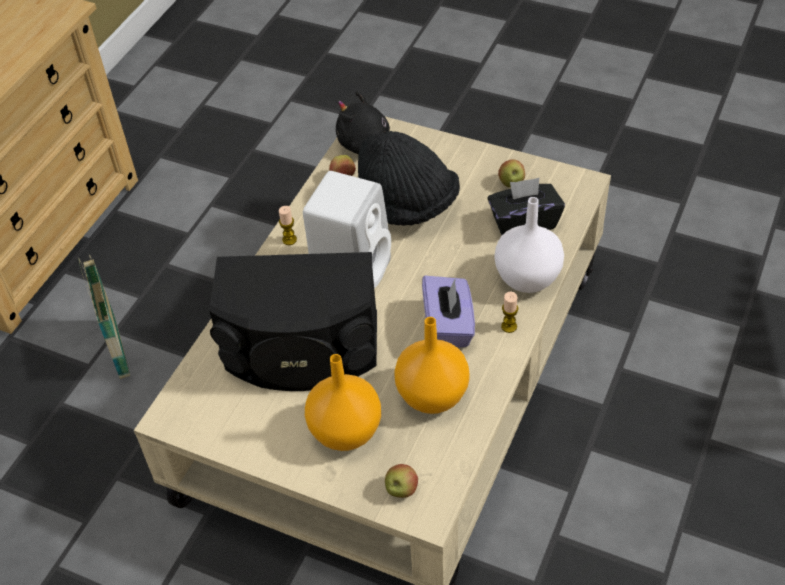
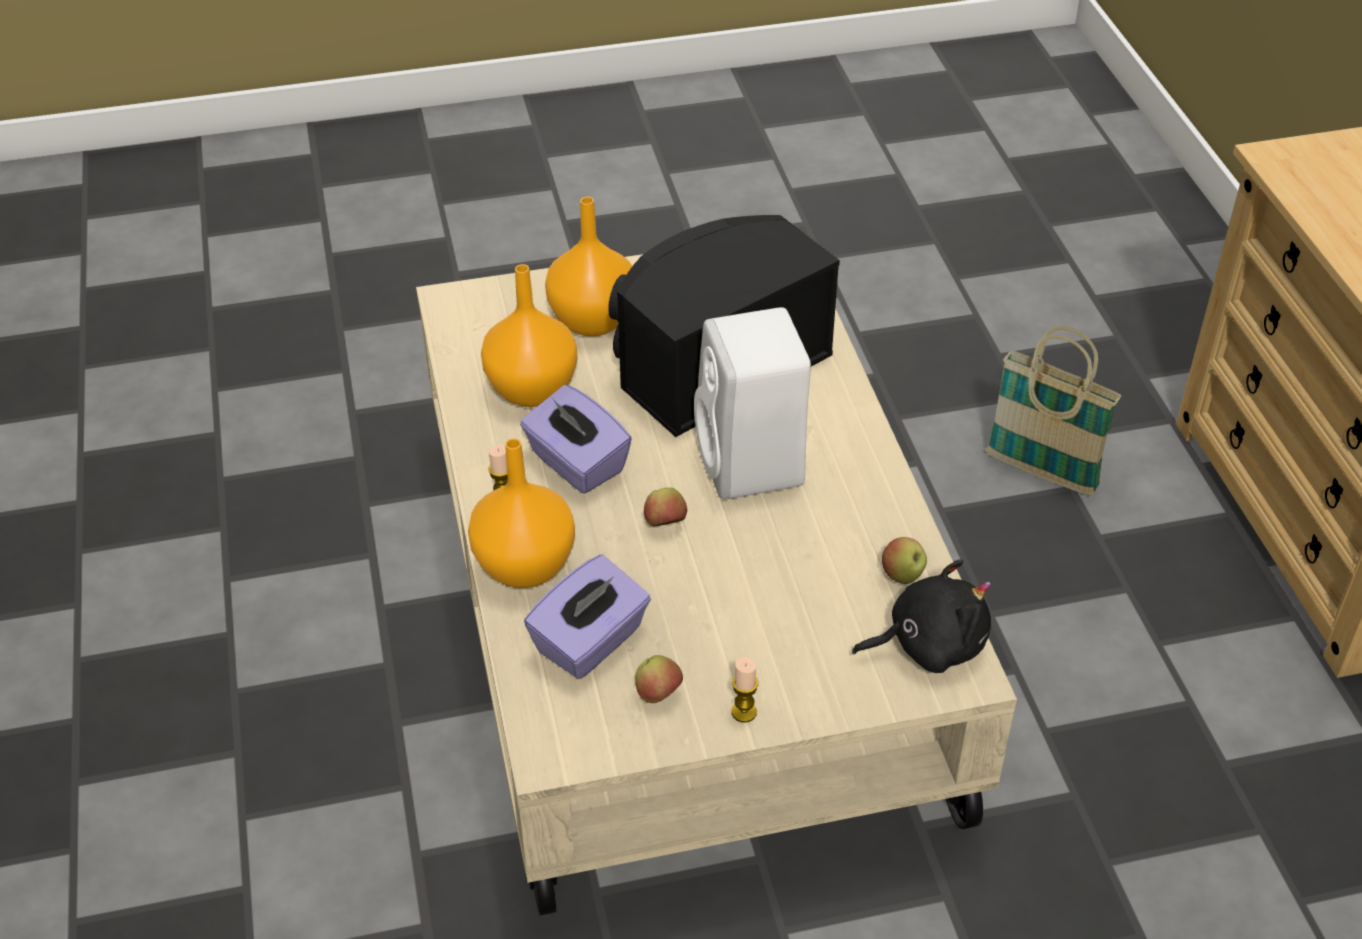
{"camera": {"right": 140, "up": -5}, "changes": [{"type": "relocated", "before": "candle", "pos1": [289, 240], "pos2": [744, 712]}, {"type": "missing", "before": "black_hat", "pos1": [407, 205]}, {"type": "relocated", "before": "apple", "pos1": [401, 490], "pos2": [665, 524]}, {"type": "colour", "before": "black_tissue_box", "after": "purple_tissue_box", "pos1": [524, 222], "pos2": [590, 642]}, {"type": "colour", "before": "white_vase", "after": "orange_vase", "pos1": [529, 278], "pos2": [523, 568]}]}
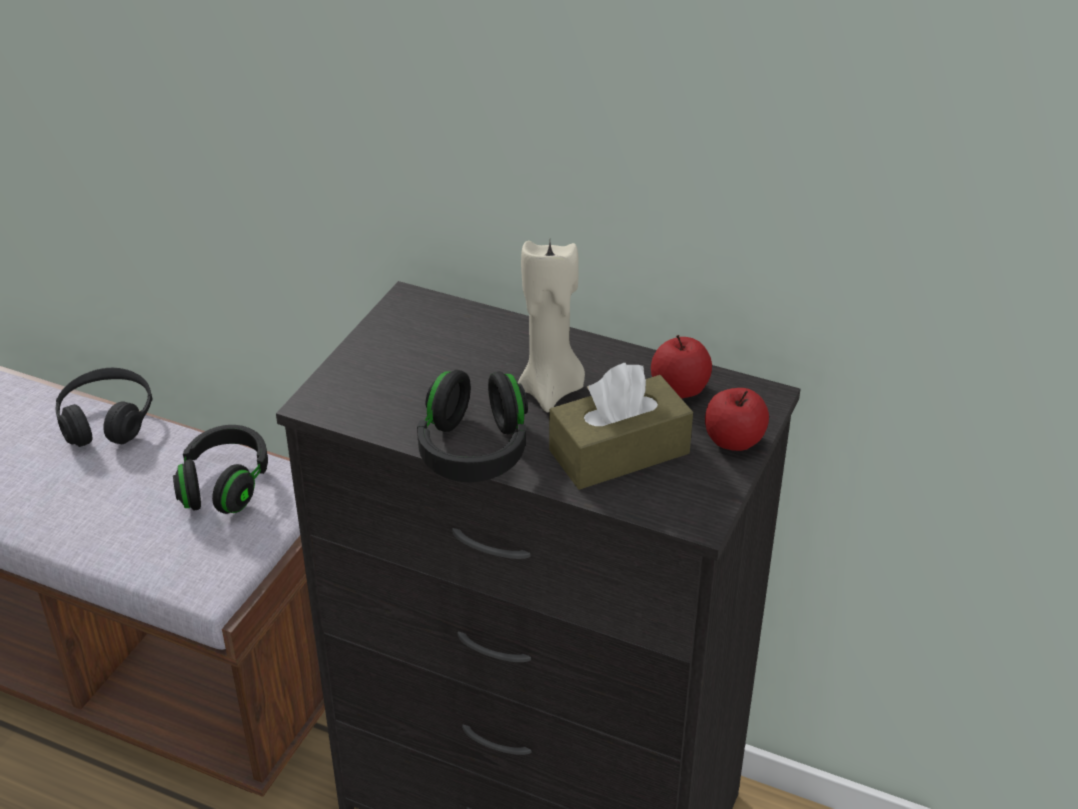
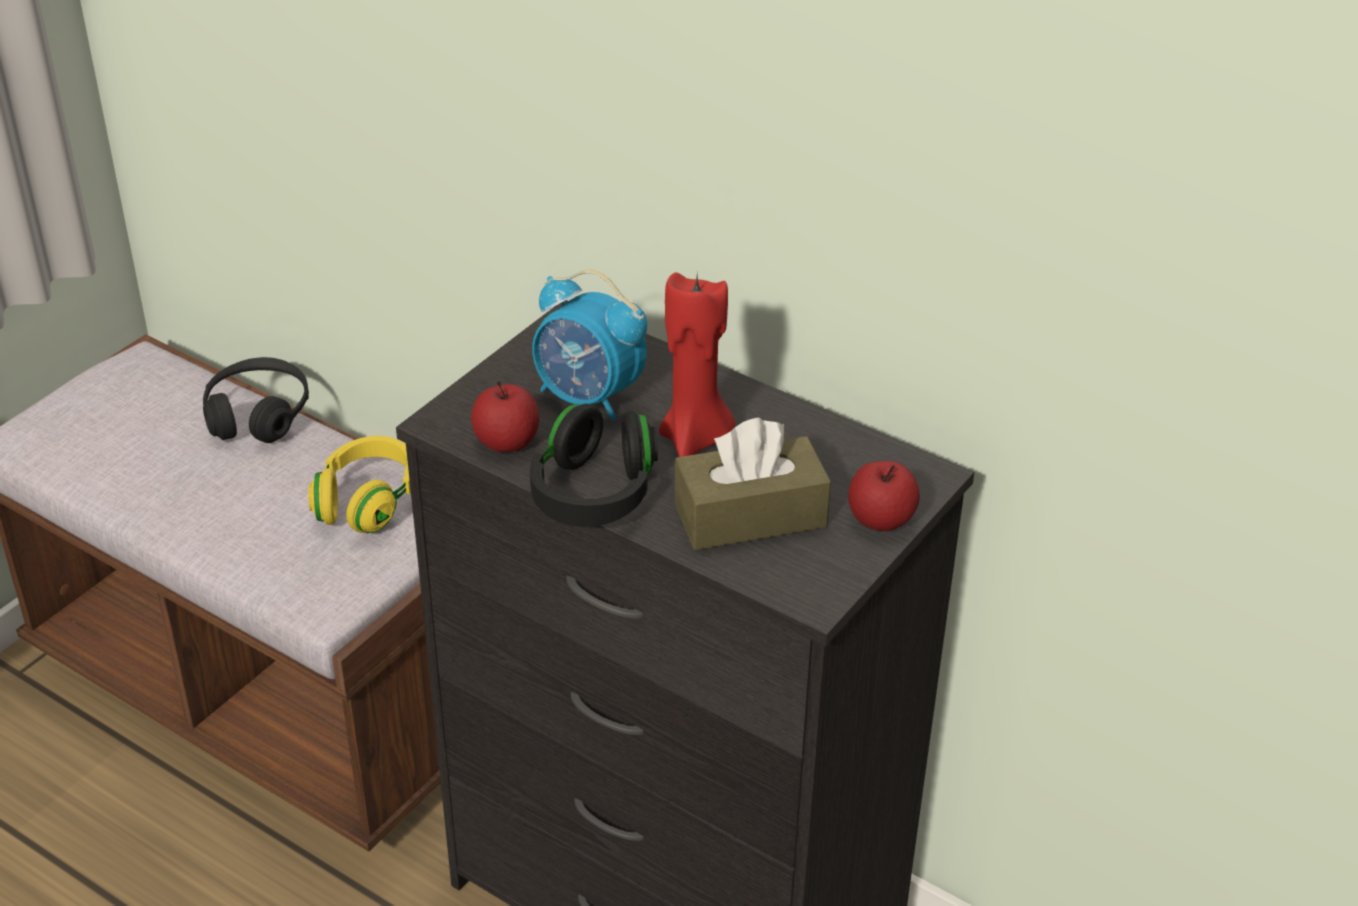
{"camera": {"right": 10, "up": 0}, "changes": [{"type": "colour", "before": "black_headphones", "after": "yellow_headphones", "pos1": [225, 485], "pos2": [367, 502]}, {"type": "colour", "before": "beige_candle", "after": "red_candle", "pos1": [551, 390], "pos2": [696, 439]}, {"type": "relocated", "before": "apple", "pos1": [679, 389], "pos2": [506, 442]}, {"type": "appeared", "after": "alarm_clock", "pos2": [589, 397]}]}
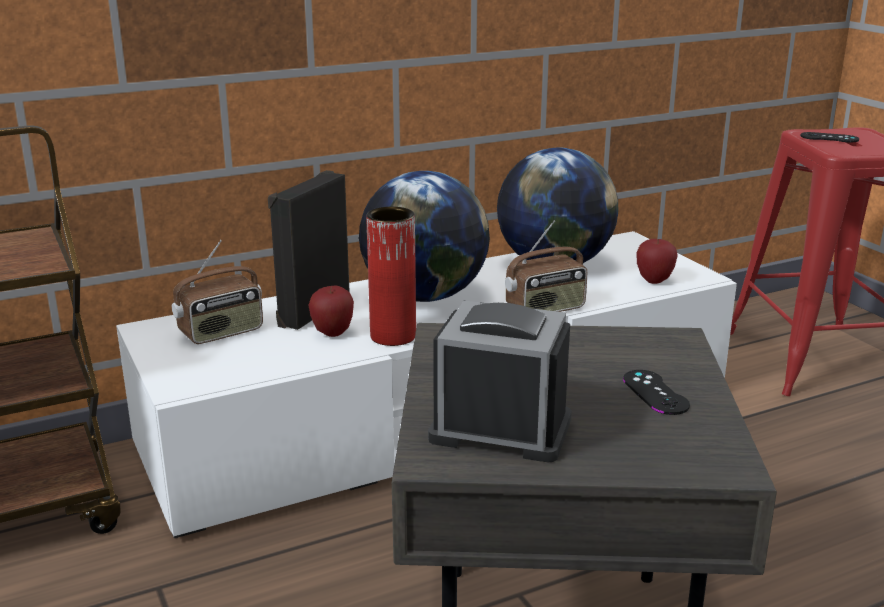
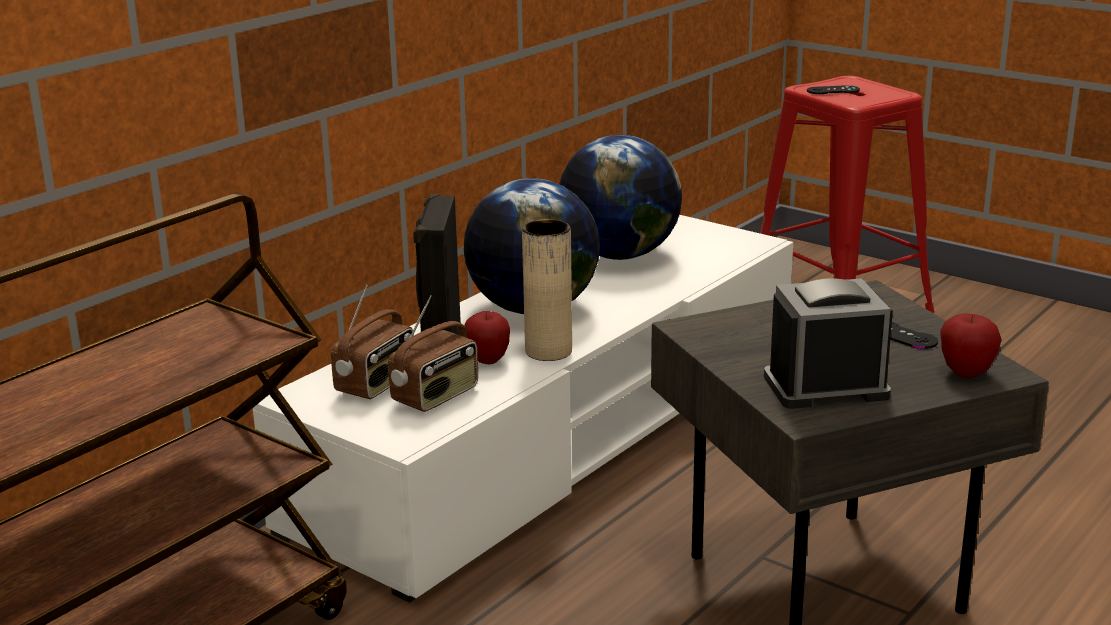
{"camera": {"right": -25, "up": 0}, "changes": [{"type": "colour", "before": "red_vase", "after": "beige_vase", "pos1": [393, 336], "pos2": [548, 351]}, {"type": "relocated", "before": "radio", "pos1": [545, 309], "pos2": [436, 396]}, {"type": "relocated", "before": "apple", "pos1": [654, 280], "pos2": [966, 373]}]}
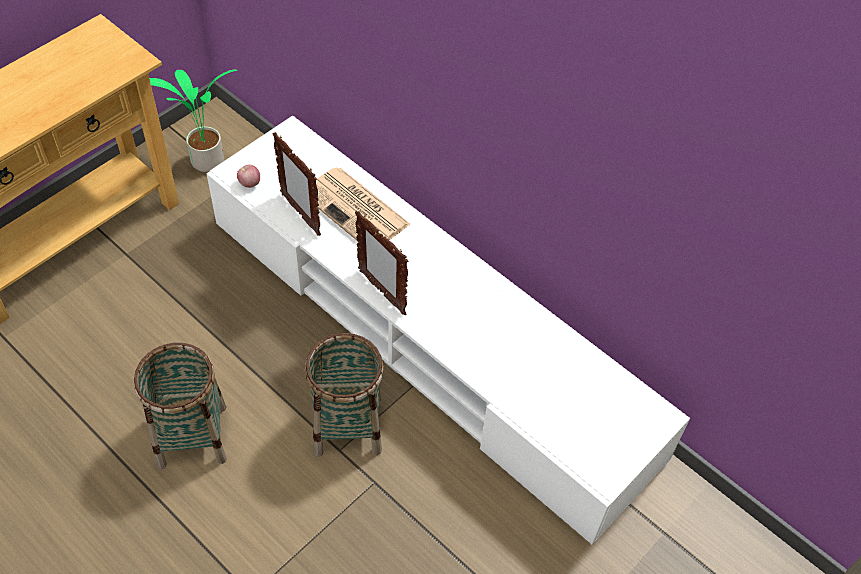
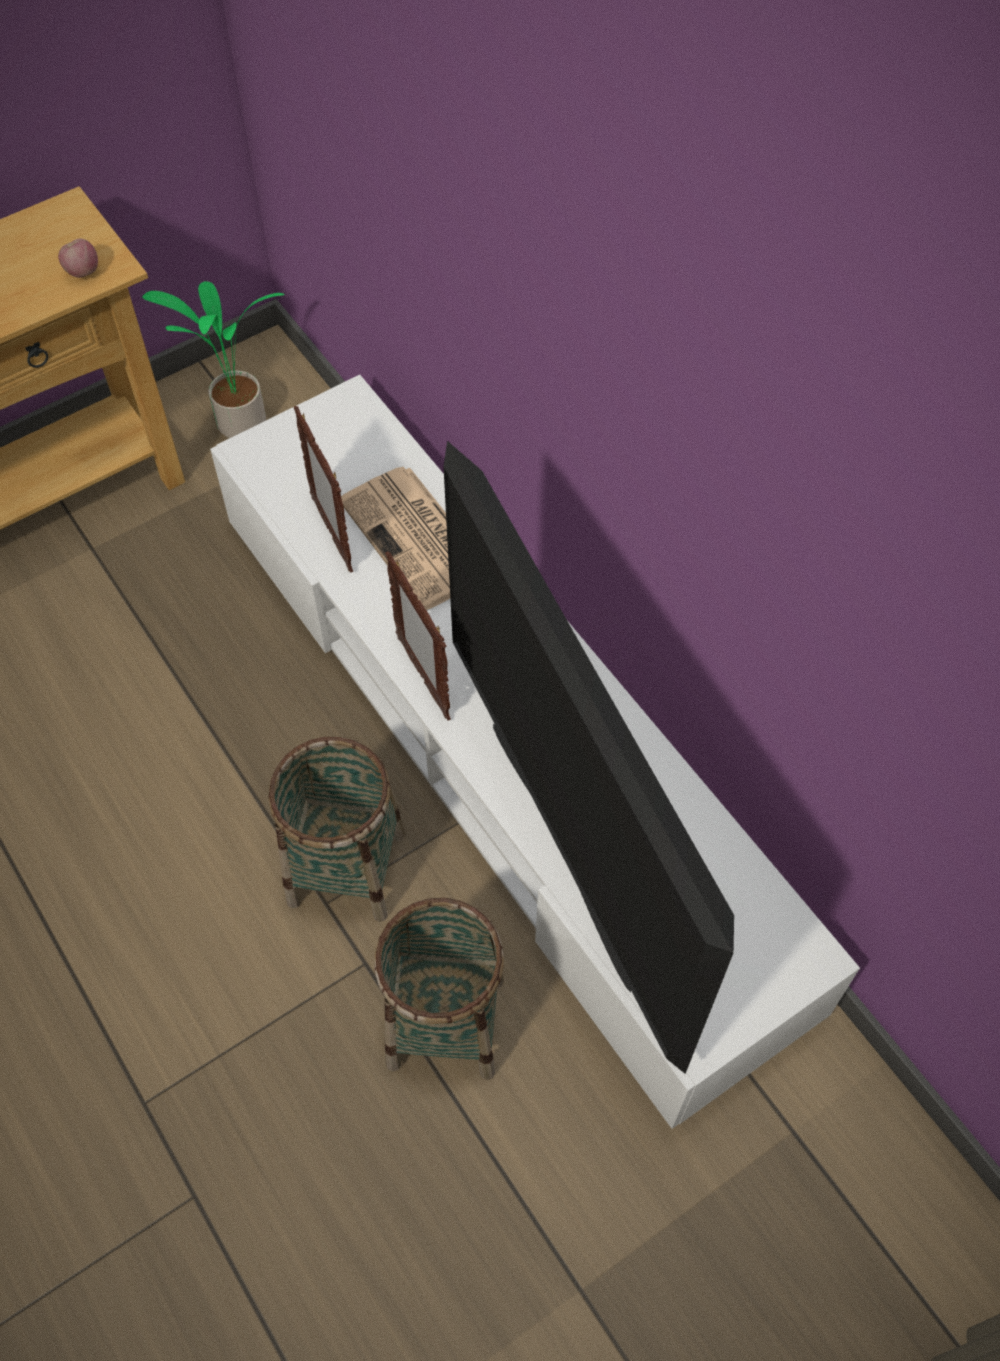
{"camera": {"right": 15, "up": 5}, "changes": [{"type": "relocated", "before": "basket", "pos1": [192, 436], "pos2": [446, 1022]}, {"type": "relocated", "before": "apple", "pos1": [249, 183], "pos2": [82, 272]}, {"type": "appeared", "after": "television", "pos2": [563, 849]}]}
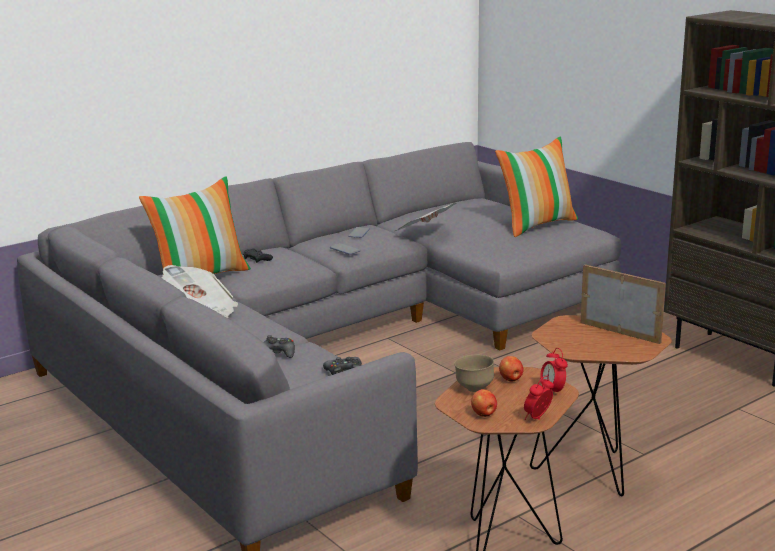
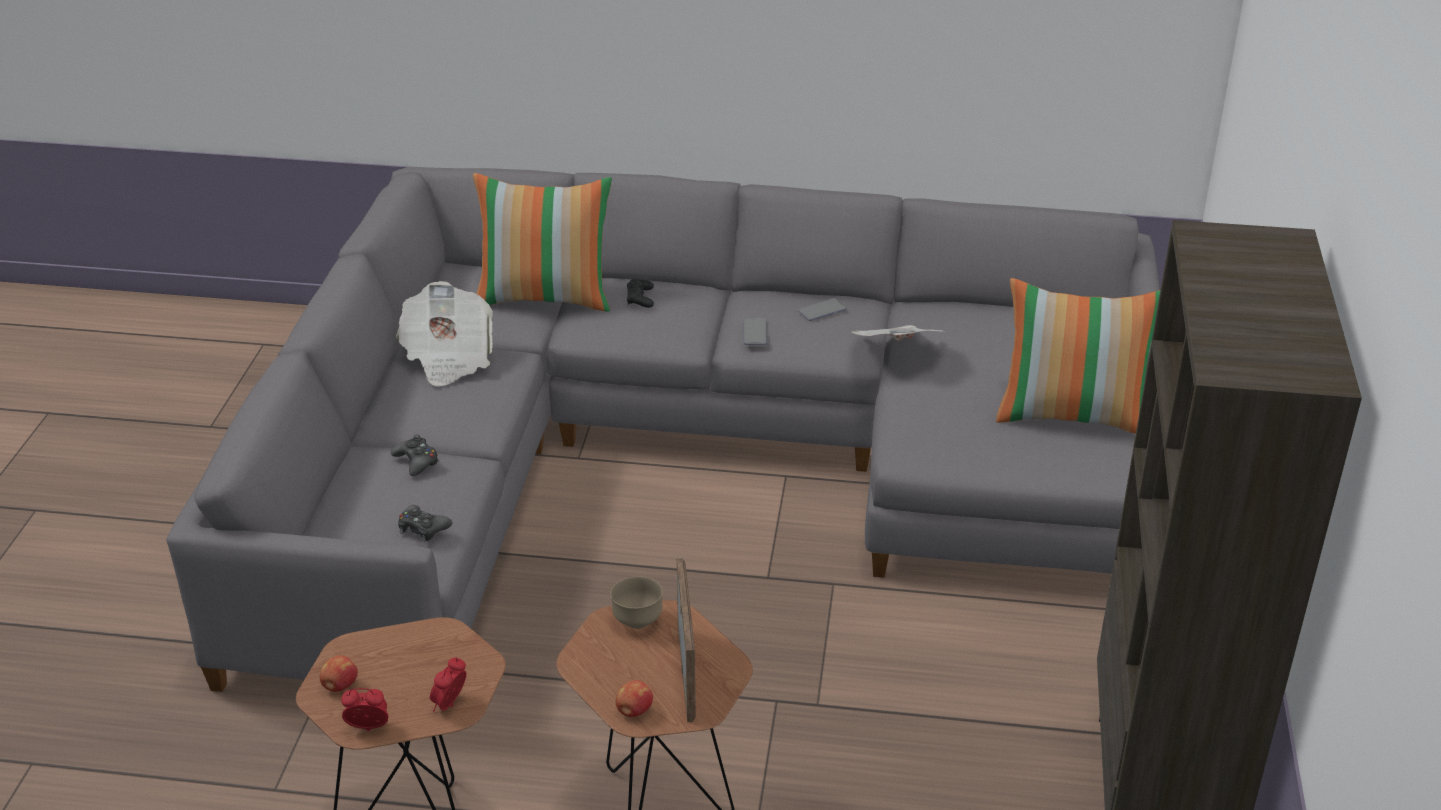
{"camera": {"right": 45, "up": 15}, "changes": [{"type": "relocated", "before": "brown_bowl", "pos1": [474, 389], "pos2": [637, 621]}, {"type": "relocated", "before": "apple", "pos1": [511, 379], "pos2": [634, 711]}]}
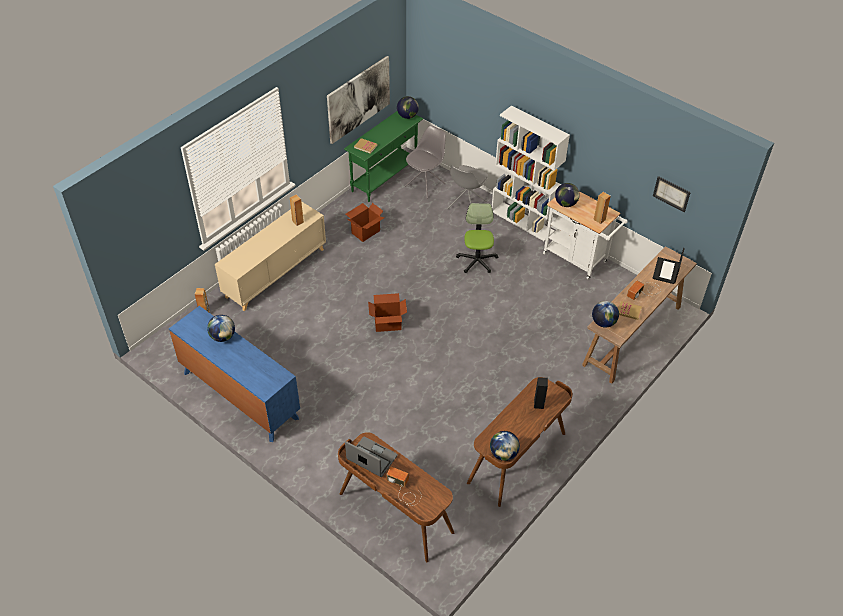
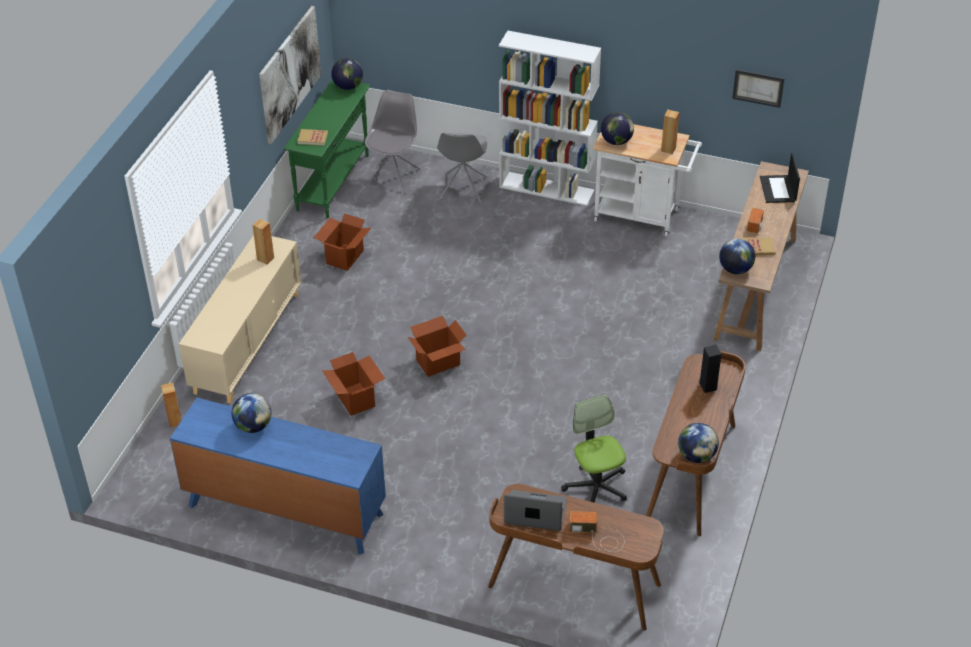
{"camera": {"right": -20, "up": -5}, "changes": [{"type": "relocated", "before": "office_chair", "pos1": [477, 261], "pos2": [596, 487]}, {"type": "appeared", "after": "cardboard_box", "pos2": [355, 399]}]}
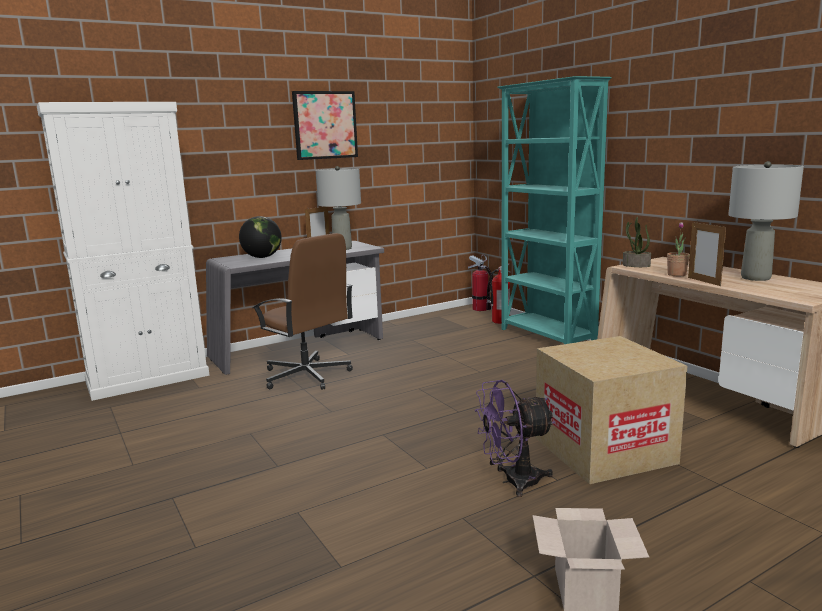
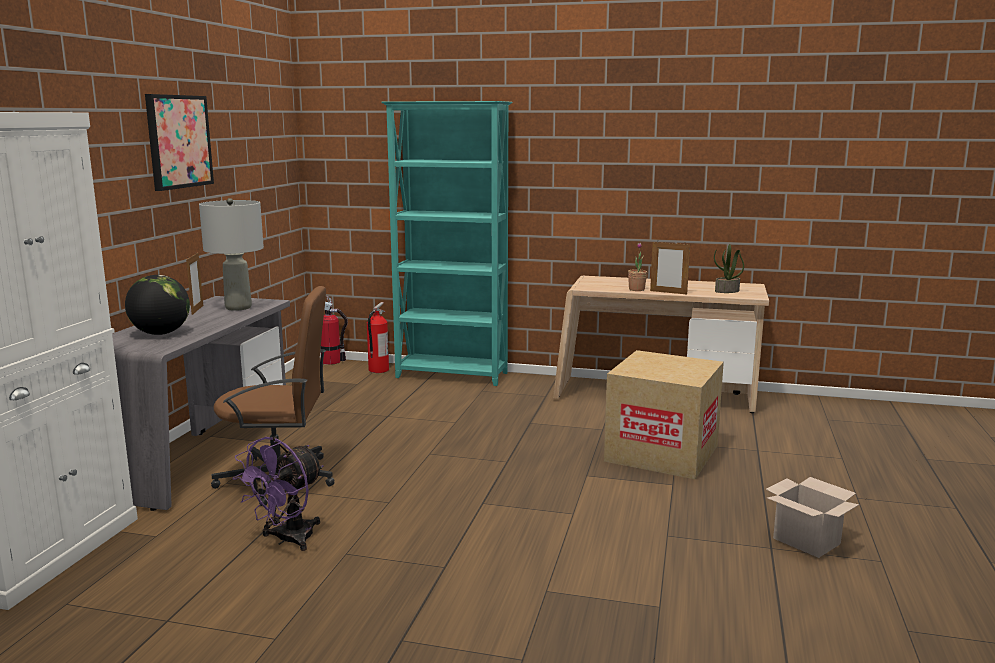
{"camera": {"right": -45, "up": 0}, "changes": [{"type": "relocated", "before": "purple_fan", "pos1": [513, 481], "pos2": [287, 540]}, {"type": "relocated", "before": "potted_plant", "pos1": [635, 265], "pos2": [727, 291]}, {"type": "missing", "before": "grey_table_lamp", "pos1": [755, 277]}]}
